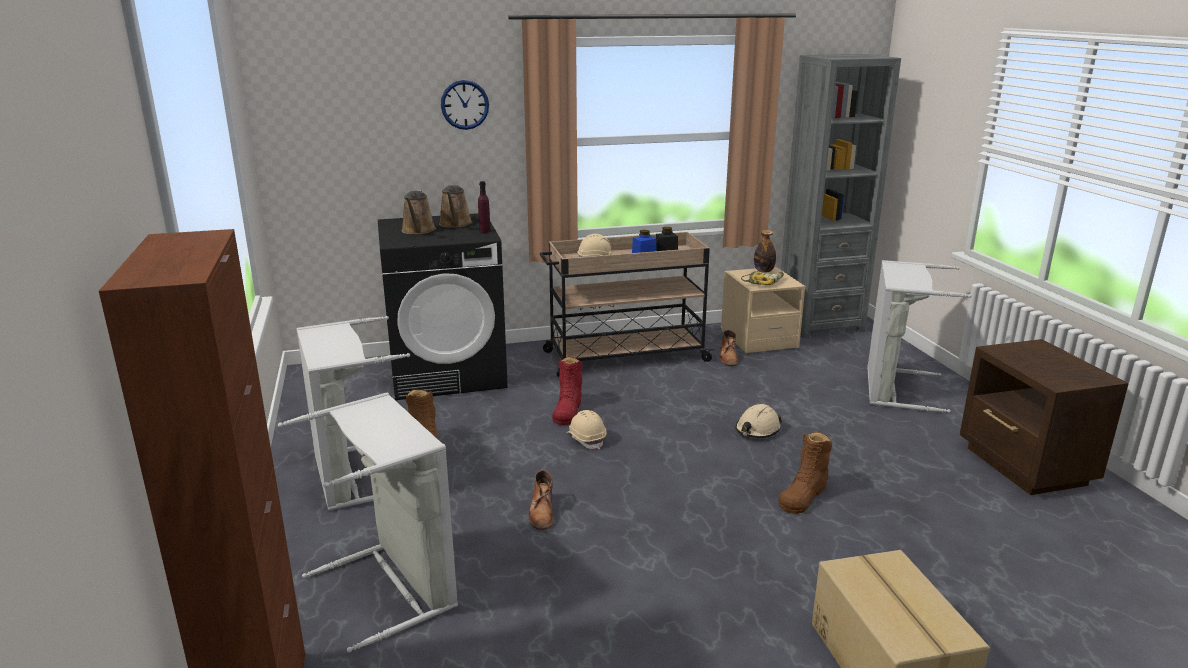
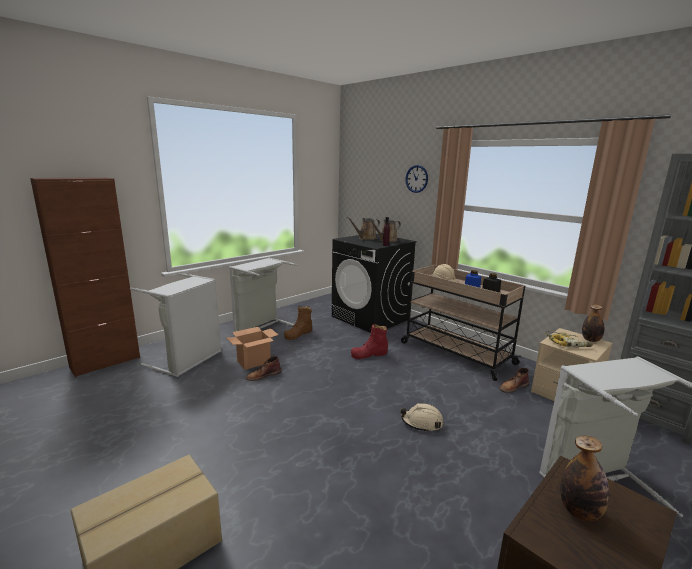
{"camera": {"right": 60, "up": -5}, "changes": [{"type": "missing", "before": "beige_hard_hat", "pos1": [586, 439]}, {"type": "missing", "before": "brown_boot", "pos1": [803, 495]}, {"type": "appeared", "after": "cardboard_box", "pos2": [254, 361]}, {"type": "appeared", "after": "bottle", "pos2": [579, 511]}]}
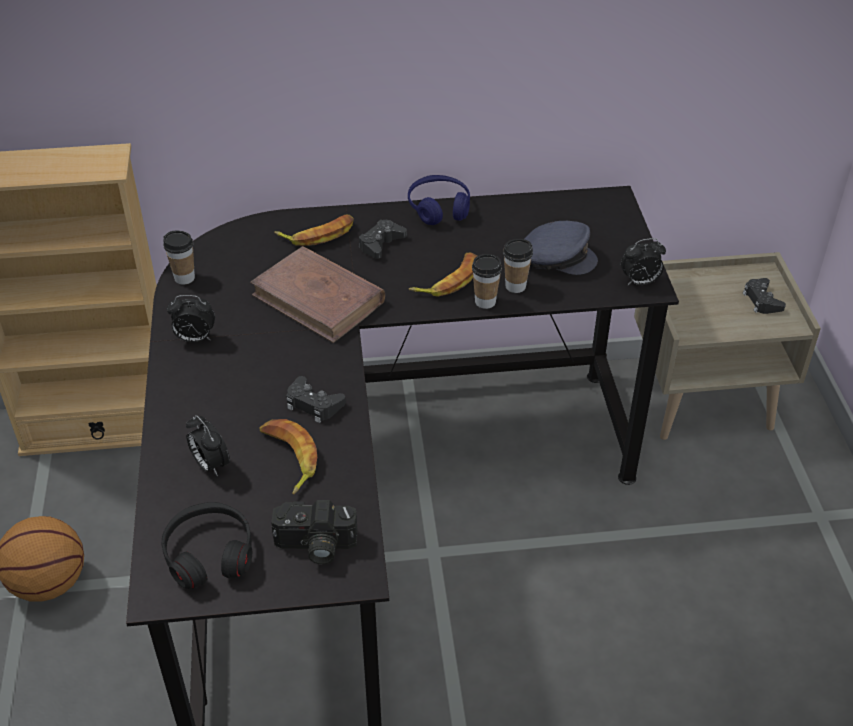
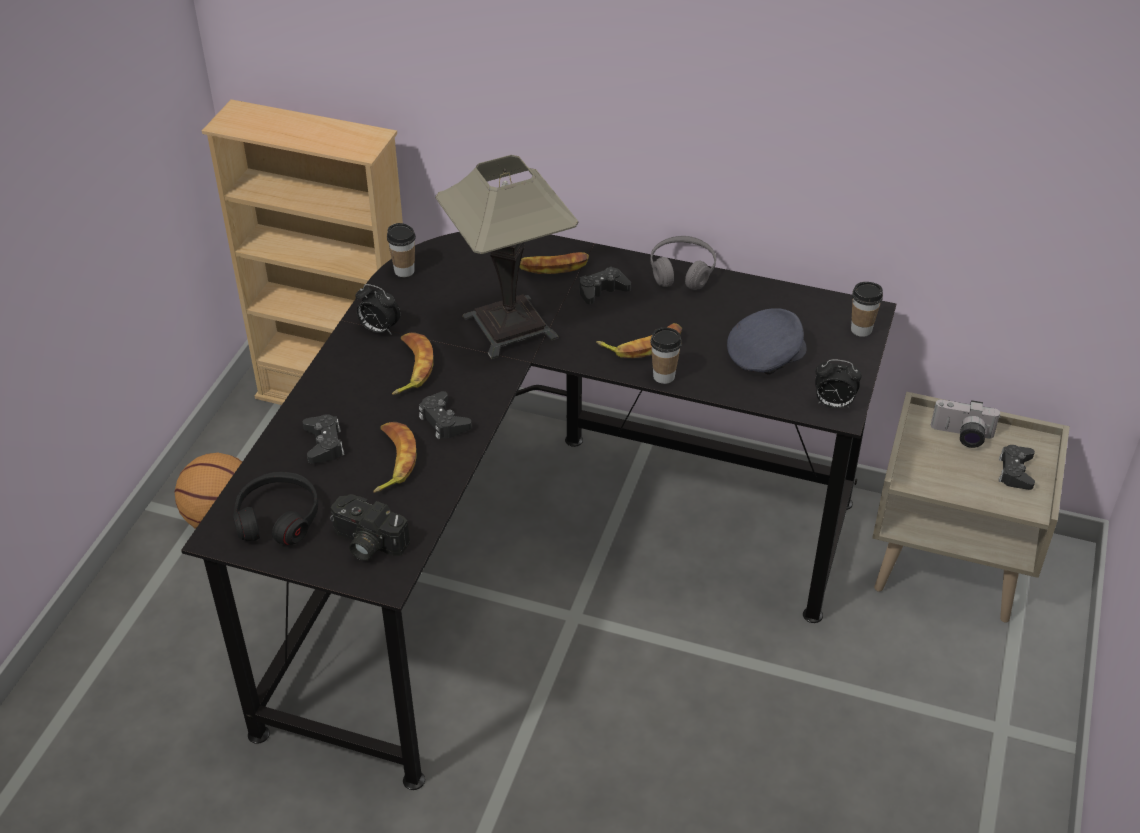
{"camera": {"right": 25, "up": 0}, "changes": [{"type": "exchanged", "before": "alarm_clock", "after": "black_game_controller", "pos1": [210, 464], "pos2": [324, 444]}, {"type": "exchanged", "before": "brown_book", "after": "table_lamp", "pos1": [319, 299], "pos2": [510, 326]}, {"type": "colour", "before": "blue_headphones", "after": "grey_headphones", "pos1": [439, 208], "pos2": [682, 271]}, {"type": "relocated", "before": "cup", "pos1": [515, 286], "pos2": [861, 330]}, {"type": "spun", "before": "grey_cap", "pos1": [556, 257], "pos2": [765, 354], "turn": -75}, {"type": "appeared", "after": "banana", "pos2": [410, 368]}, {"type": "appeared", "after": "photo_camera", "pos2": [961, 436]}]}
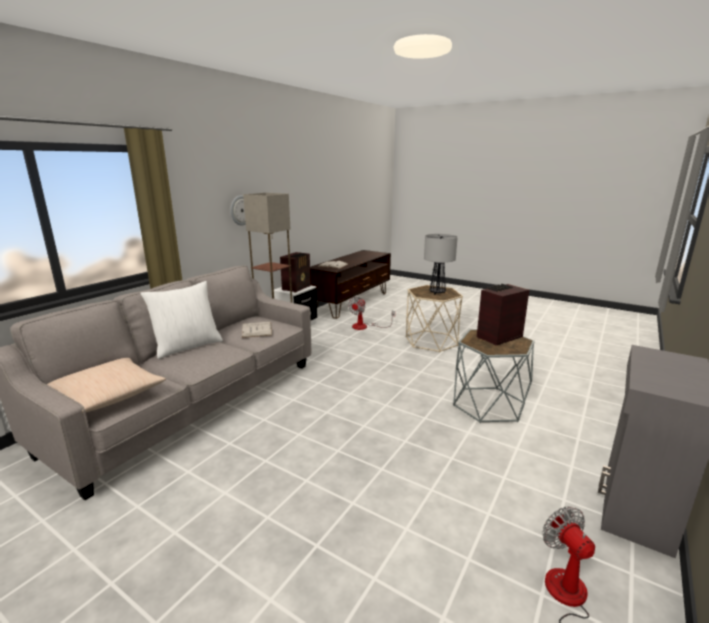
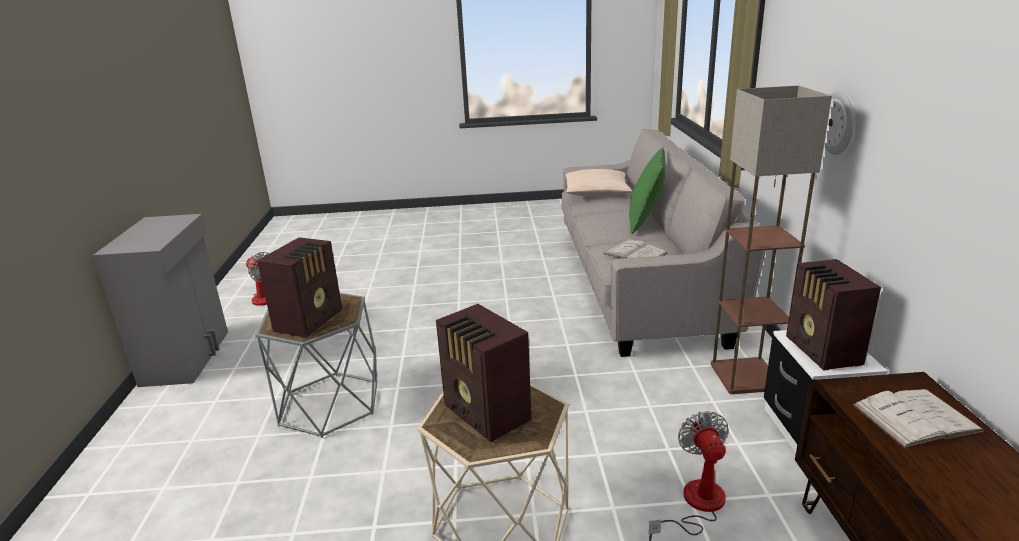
{"camera": {"right": 145, "up": 5}, "changes": [{"type": "colour", "before": "white_pillow", "after": "green_pillow", "pos1": [187, 346], "pos2": [645, 222]}, {"type": "exchanged", "before": "table_lamp", "after": "radio", "pos1": [437, 292], "pos2": [486, 415]}]}
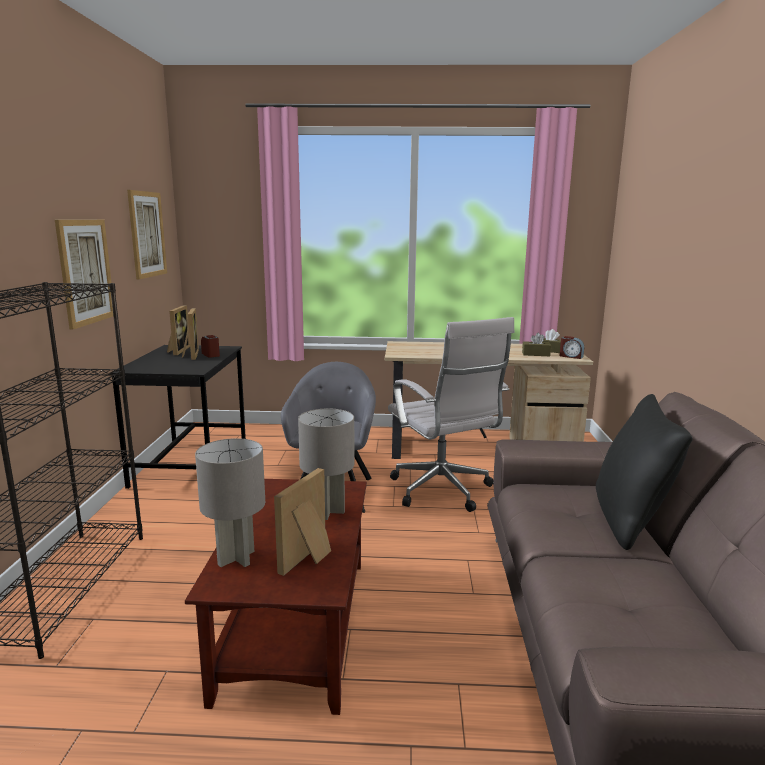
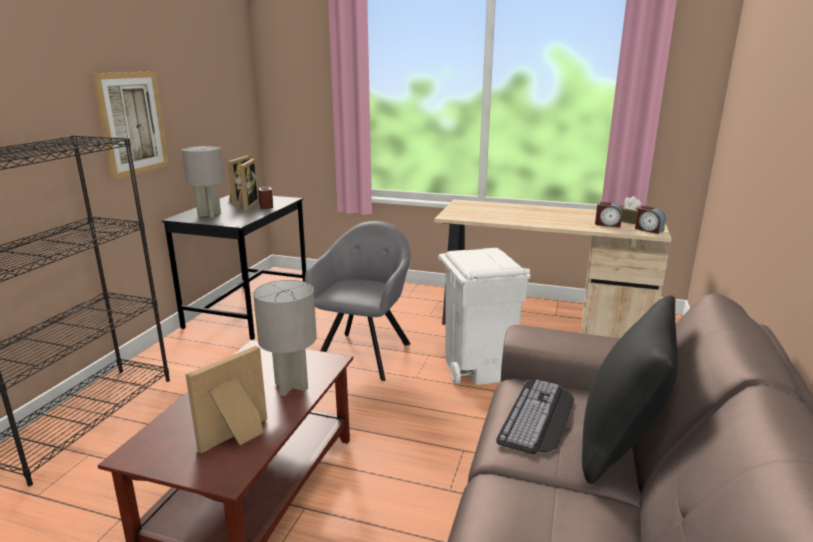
{"camera": {"right": 15, "up": 5}, "changes": [{"type": "missing", "before": "picture", "pos1": [147, 234]}, {"type": "relocated", "before": "grey_table_lamp", "pos1": [236, 558], "pos2": [209, 215]}, {"type": "exchanged", "before": "white_office_chair", "after": "white_trash_can", "pos1": [443, 491], "pos2": [477, 367]}, {"type": "exchanged", "before": "brown_tissue_box", "after": "alarm_clock", "pos1": [536, 354], "pos2": [607, 224]}, {"type": "appeared", "after": "keyboard", "pos2": [539, 417]}]}
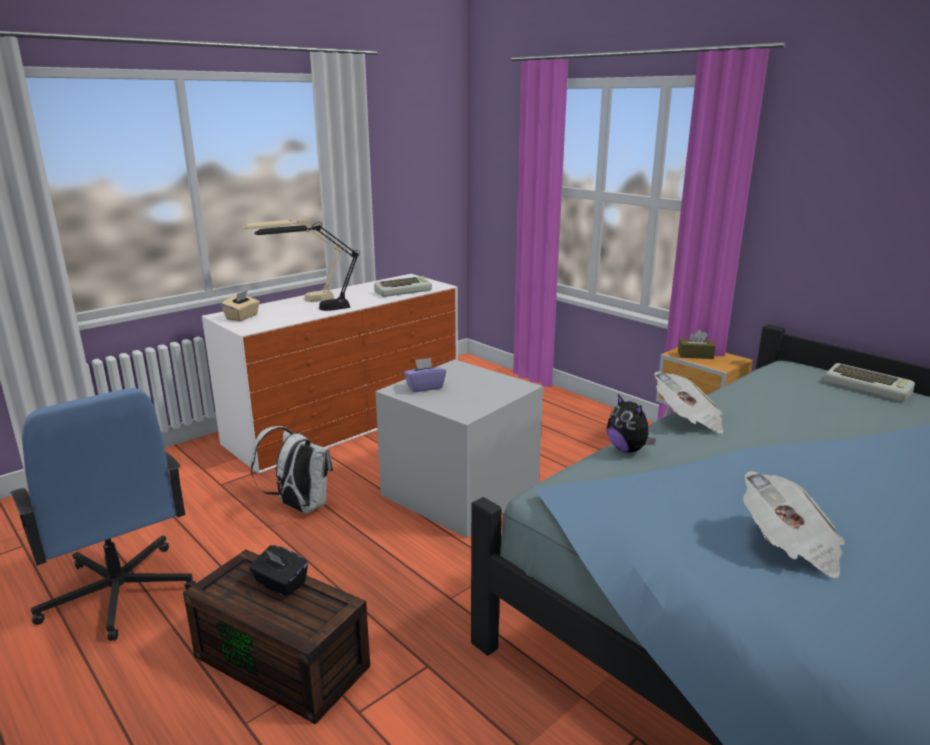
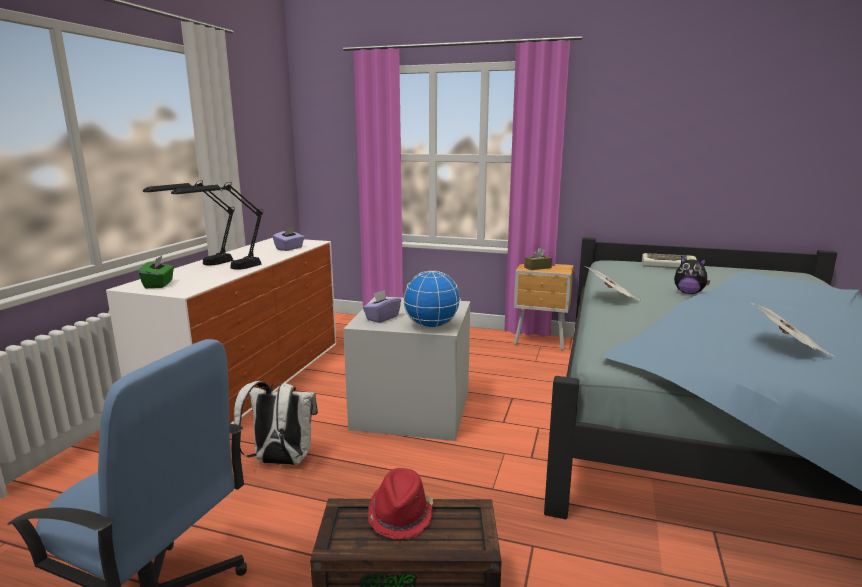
{"camera": {"right": -30, "up": -5}, "changes": [{"type": "colour", "before": "beige_tissue_box", "after": "green_tissue_box", "pos1": [242, 317], "pos2": [159, 284]}, {"type": "colour", "before": "beige_table_lamp", "after": "black_table_lamp", "pos1": [300, 301], "pos2": [201, 266]}, {"type": "exchanged", "before": "black_tissue_box", "after": "red_hat", "pos1": [280, 584], "pos2": [401, 514]}, {"type": "exchanged", "before": "keyboard", "after": "purple_tissue_box", "pos1": [403, 291], "pos2": [289, 248]}, {"type": "relocated", "before": "plush_toy", "pos1": [627, 449], "pos2": [688, 293]}, {"type": "appeared", "after": "globe", "pos2": [432, 326]}]}
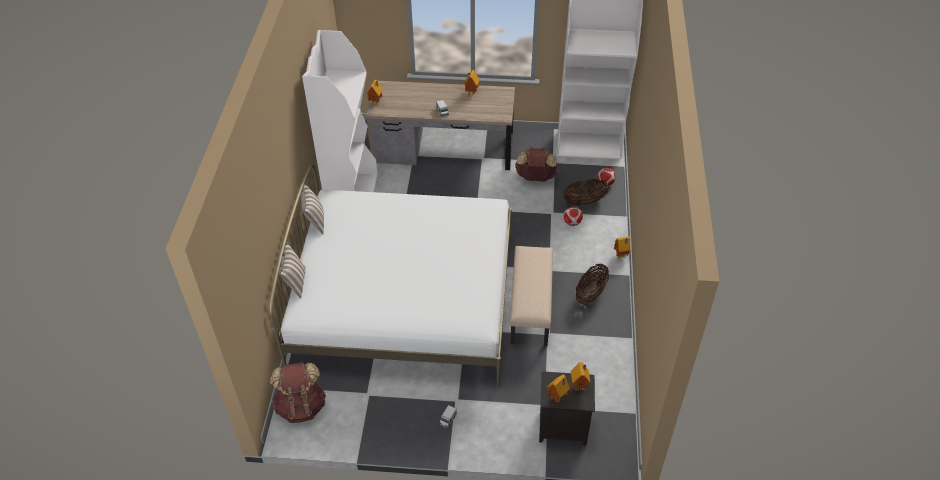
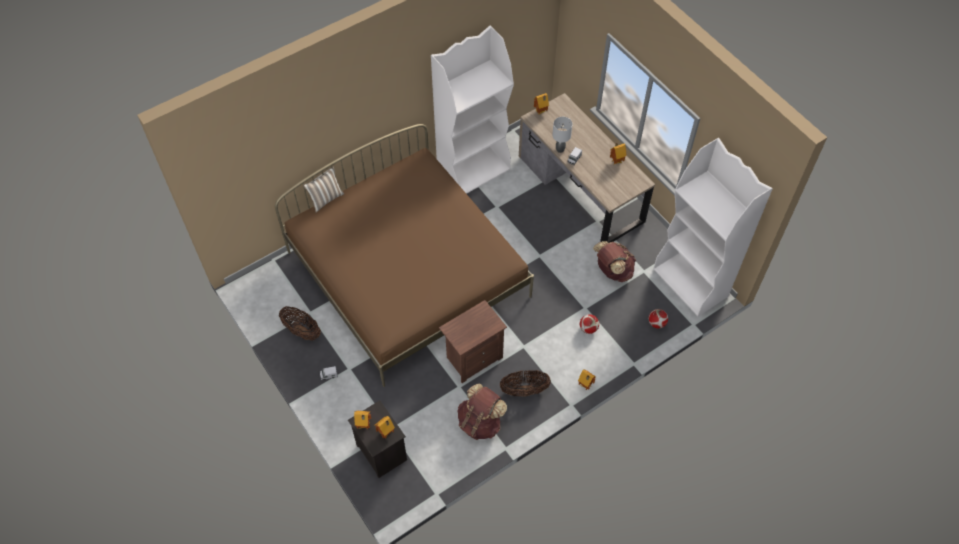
{"camera": {"right": 50, "up": 10}, "changes": [{"type": "colour", "before": "white_bed", "after": "brown_bed", "pos1": [404, 300], "pos2": [408, 274]}, {"type": "relocated", "before": "brown_backpack", "pos1": [301, 406], "pos2": [480, 422]}, {"type": "missing", "before": "pillow", "pos1": [315, 221]}, {"type": "exchanged", "before": "beige_bench", "after": "brown_nightstand", "pos1": [530, 307], "pos2": [473, 358]}, {"type": "relocated", "before": "basket", "pos1": [584, 202], "pos2": [302, 331]}, {"type": "appeared", "after": "grey_table_lamp", "pos2": [560, 149]}]}
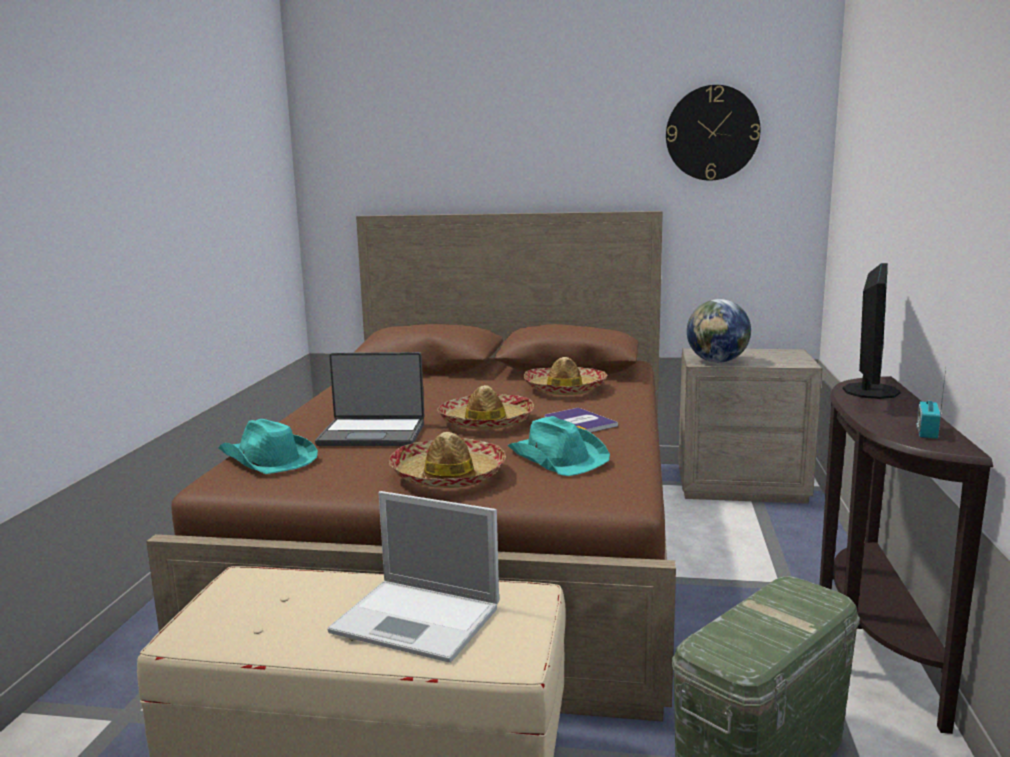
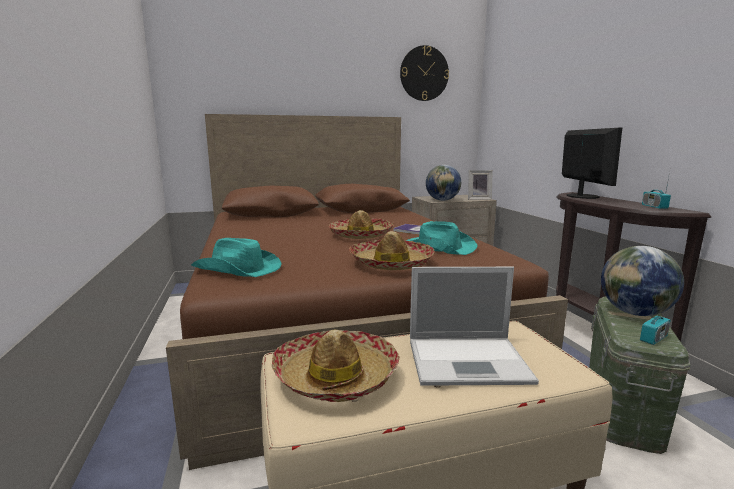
{"camera": {"right": -25, "up": 0}, "changes": [{"type": "missing", "before": "laptop", "pos1": [372, 434]}, {"type": "relocated", "before": "hat", "pos1": [565, 389], "pos2": [336, 376]}, {"type": "appeared", "after": "picture_frame", "pos2": [478, 199]}, {"type": "appeared", "after": "globe", "pos2": [635, 313]}, {"type": "appeared", "after": "radio", "pos2": [653, 339]}]}
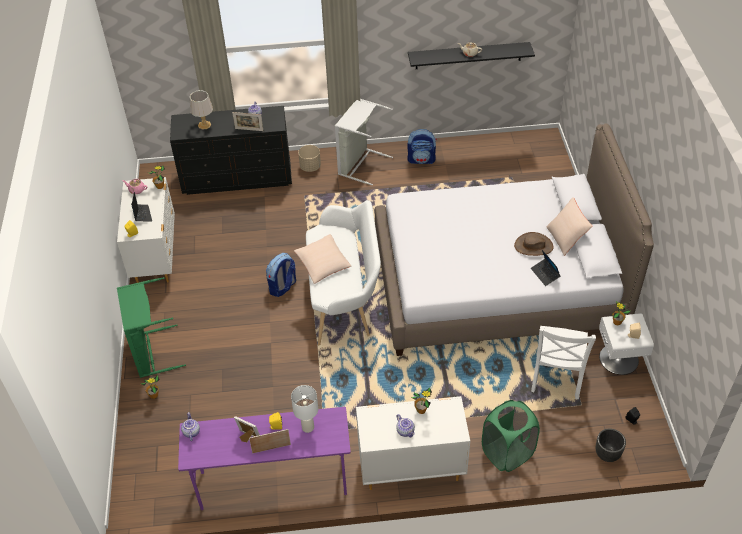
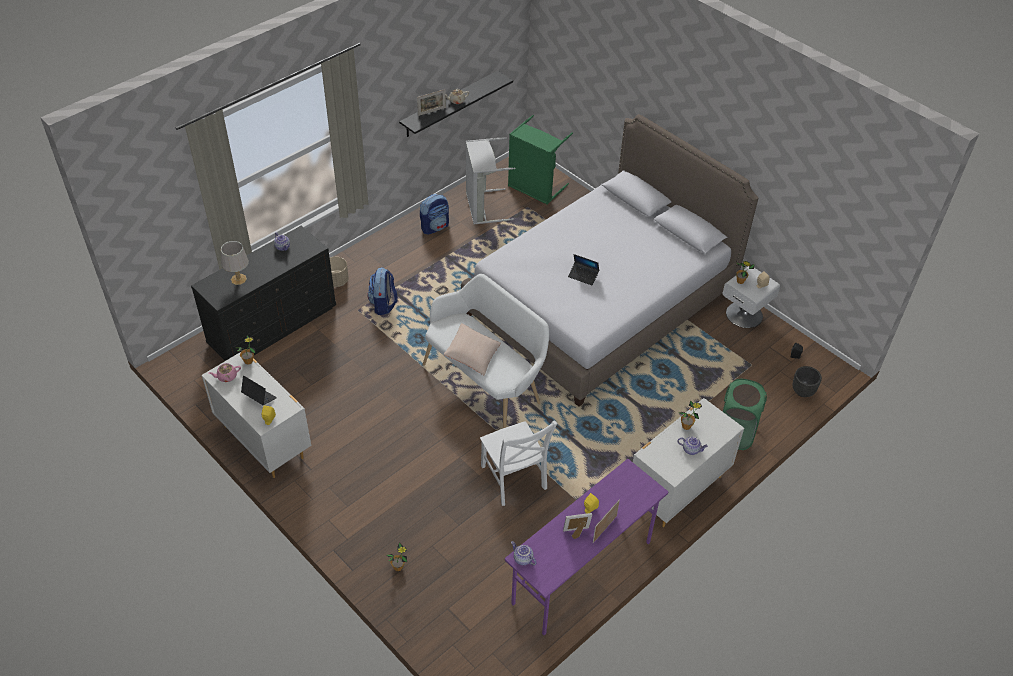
{"camera": {"right": -40, "up": 0}, "changes": [{"type": "relocated", "before": "green_laundry_basket", "pos1": [151, 353], "pos2": [534, 188]}, {"type": "relocated", "before": "picture_frame", "pos1": [249, 129], "pos2": [432, 111]}, {"type": "relocated", "before": "backpack", "pos1": [282, 287], "pos2": [383, 304]}, {"type": "missing", "before": "white_table_lamp", "pos1": [308, 427]}, {"type": "relocated", "before": "grey_laundry_basket", "pos1": [360, 164], "pos2": [483, 207]}, {"type": "missing", "before": "brown_hat", "pos1": [533, 246]}, {"type": "relocated", "before": "laptop", "pos1": [545, 274], "pos2": [583, 276]}, {"type": "relocated", "before": "white_chair", "pos1": [556, 378], "pos2": [514, 480]}, {"type": "missing", "before": "beige_pillow", "pos1": [566, 238]}]}
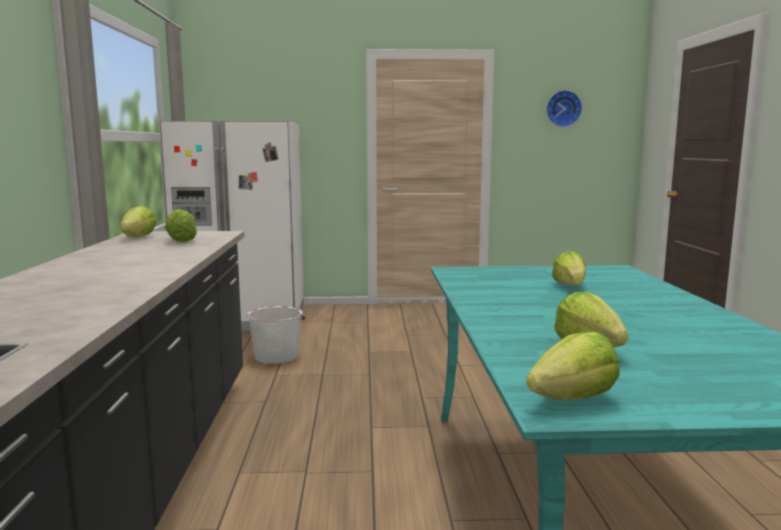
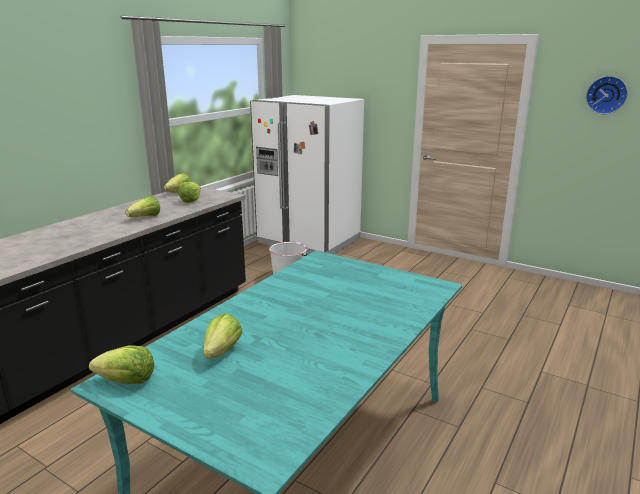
{"camera": {"right": 35, "up": 10}, "changes": [{"type": "relocated", "before": "lettuce", "pos1": [570, 287], "pos2": [146, 217]}]}
